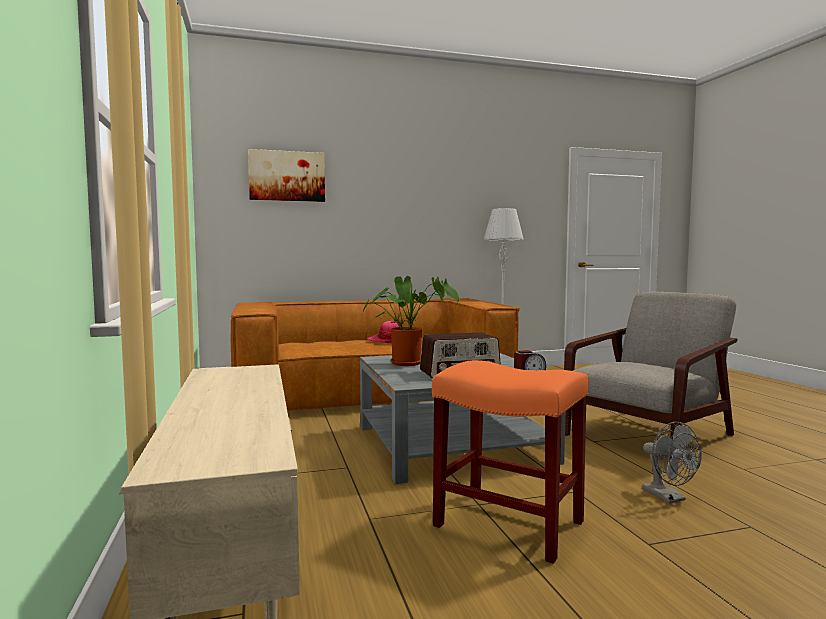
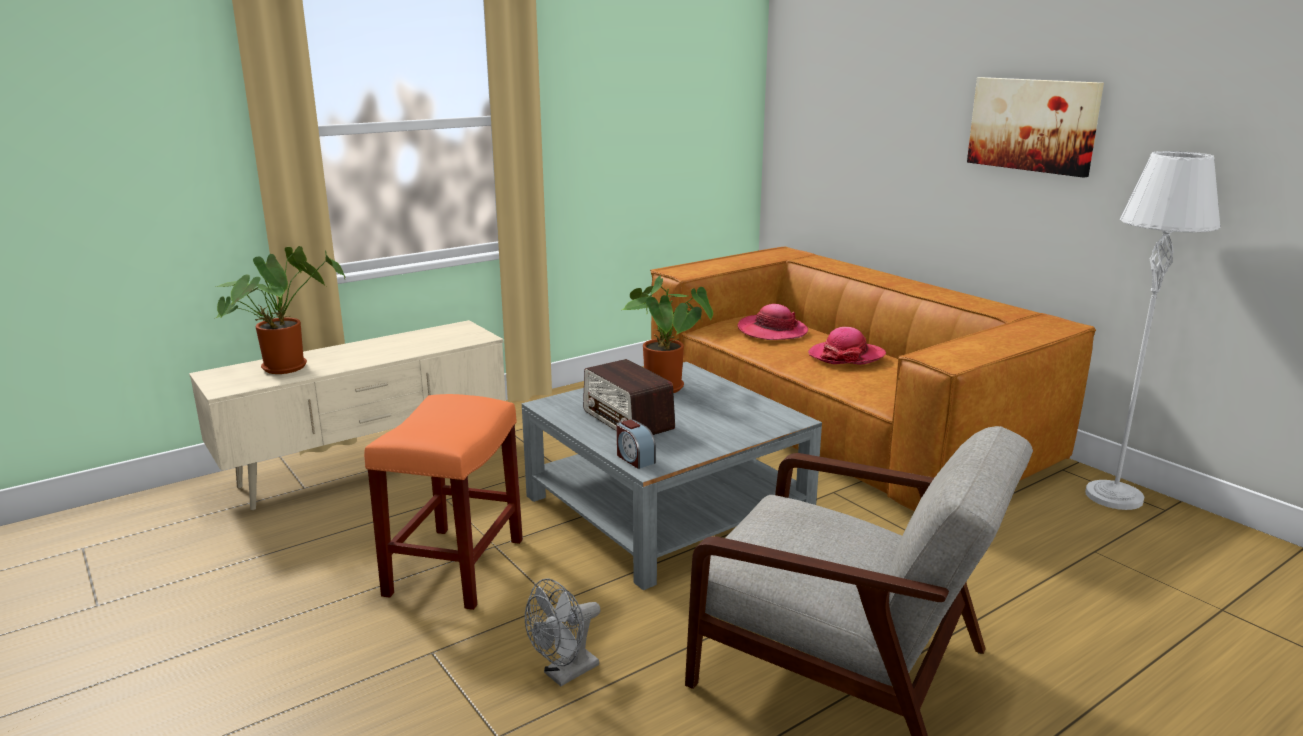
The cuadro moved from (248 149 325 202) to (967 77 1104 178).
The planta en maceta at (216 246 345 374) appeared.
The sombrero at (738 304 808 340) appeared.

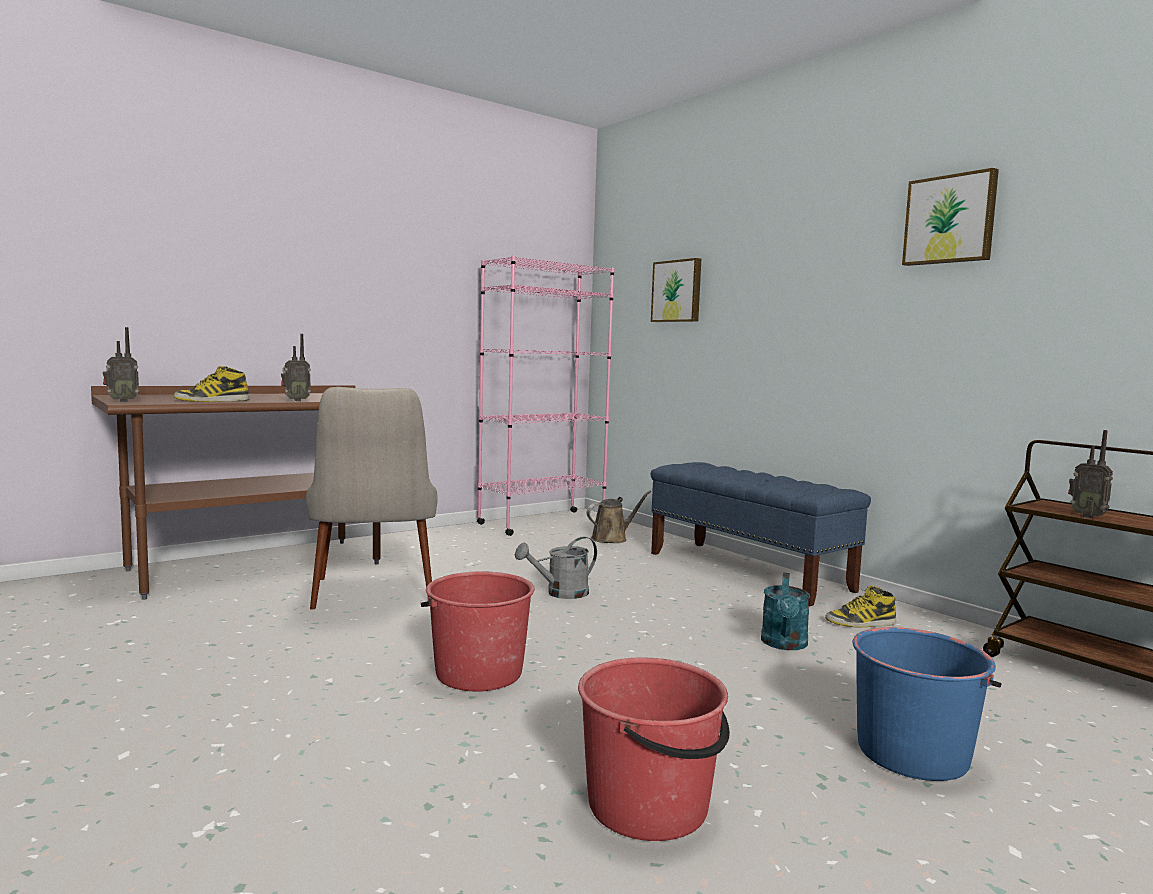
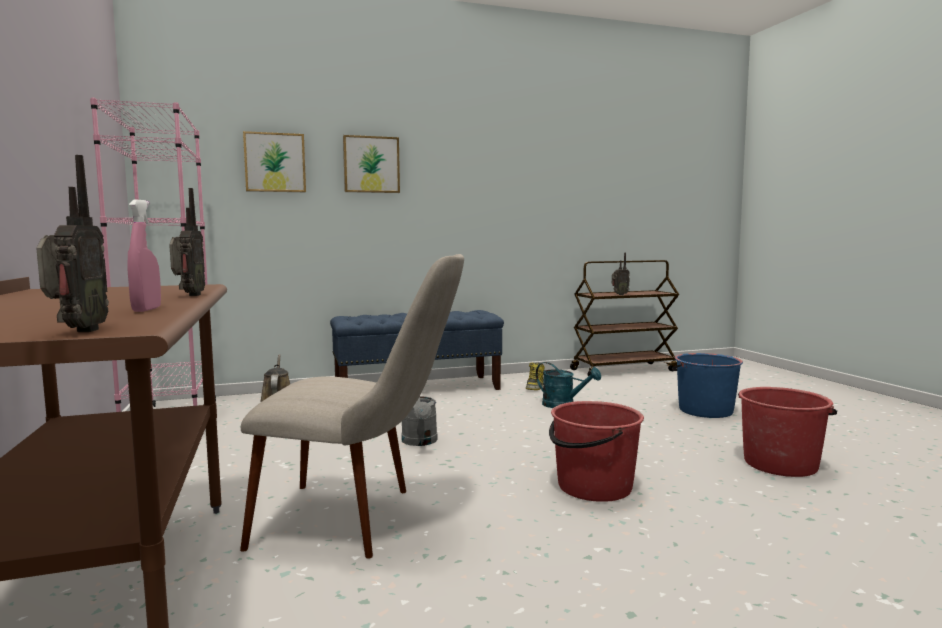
The cuadro moved from (902 168 999 266) to (343 135 400 193).
The bota at (174 366 250 402) was replaced by the pulverizador/rosa at (127 200 161 312).

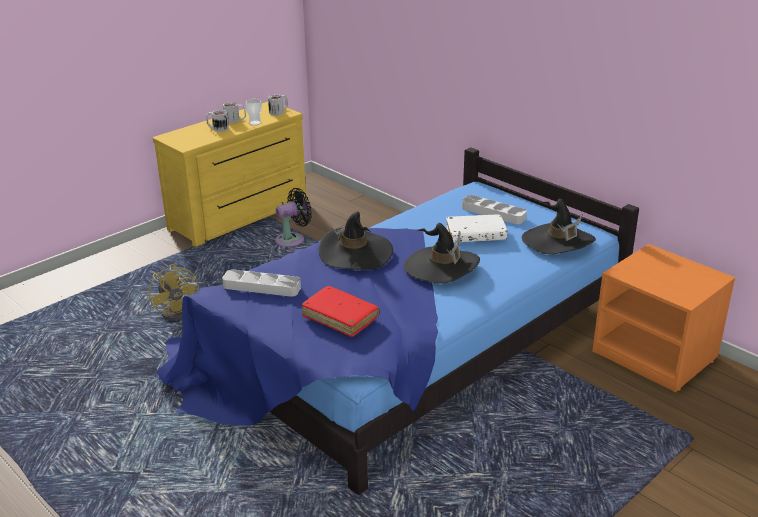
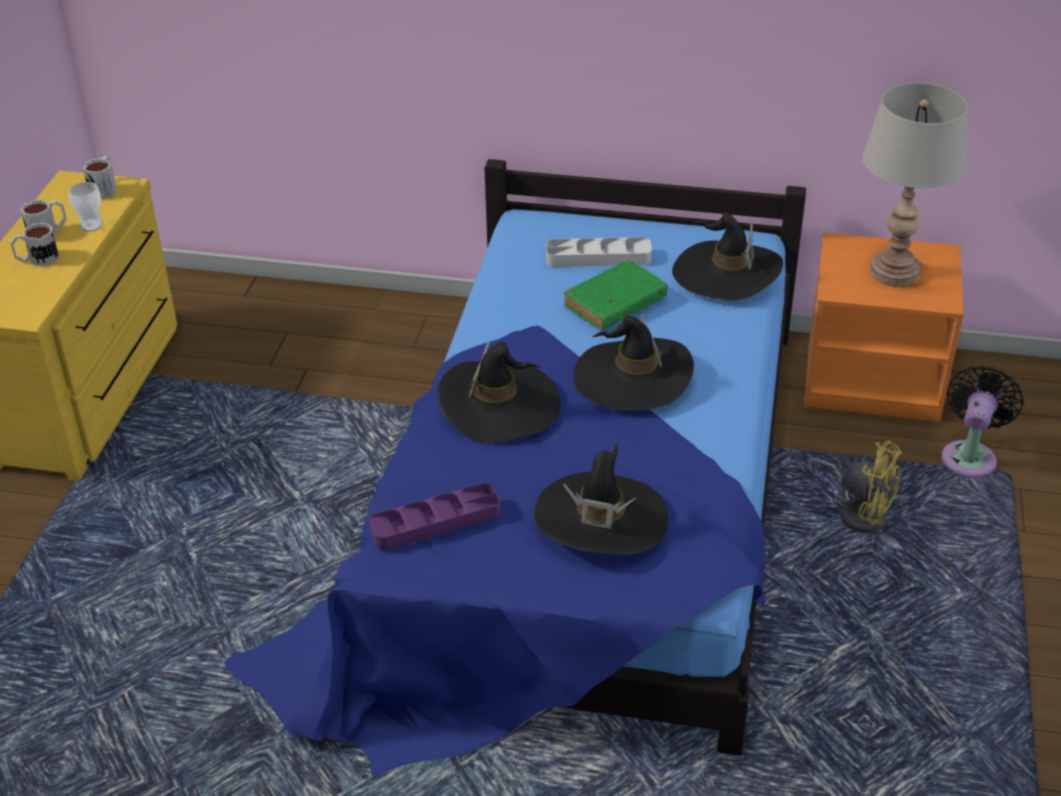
The ventilador/negro moved from (275 188 312 247) to (941 365 1024 477).
The libro/blanco at (446 214 507 243) became the libro/verde at (564 260 668 330).
The ventilador/amarillo moved from (148 264 199 321) to (807 440 902 533).
The bandeja/gris at (222 269 301 297) became the bandeja/morado at (369 483 500 550).
The libro/rojo at (302 286 379 337) was replaced by the sombrero/negro at (534 442 668 555).
The lámpara de mesa/gris at (863 83 968 287) appeared.

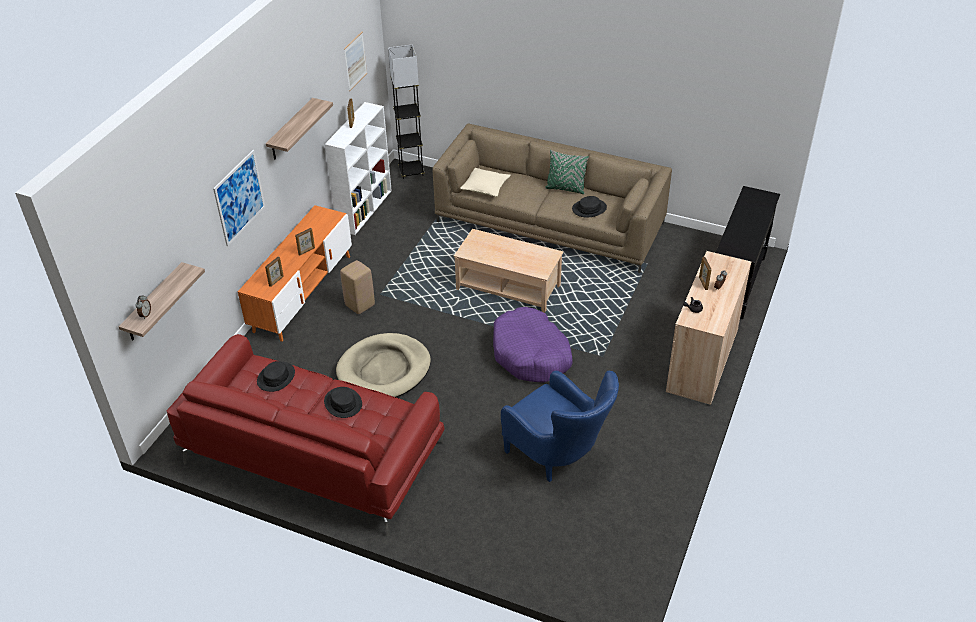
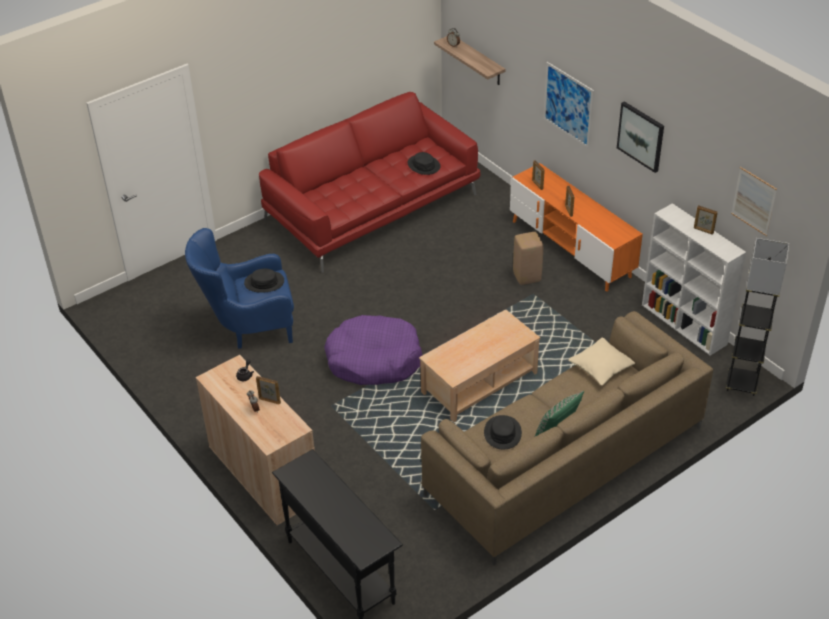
The estante at (266 98 333 160) was replaced by the cuadro at (617 101 664 173).
The cama para perro/beis at (336 333 431 397) disappeared.
The sombrero/negro moved from (324 387 362 418) to (244 269 284 293).

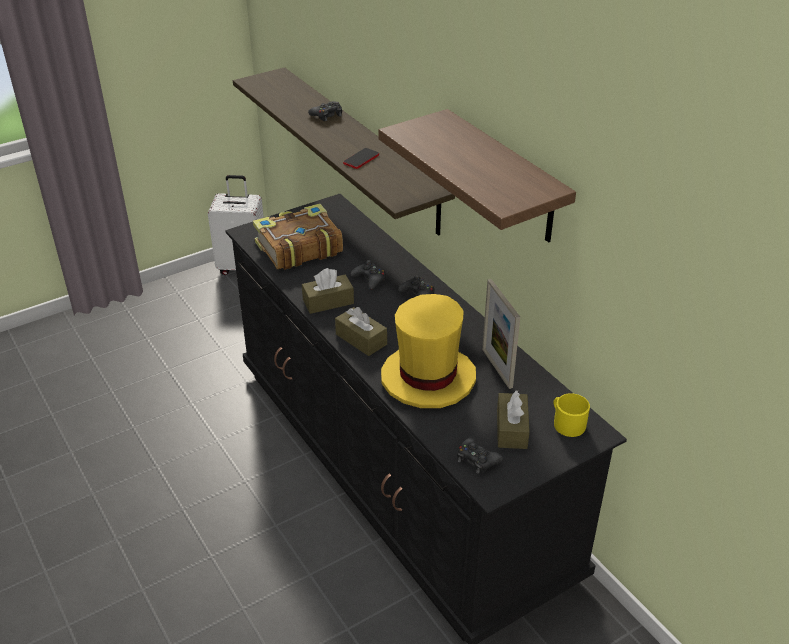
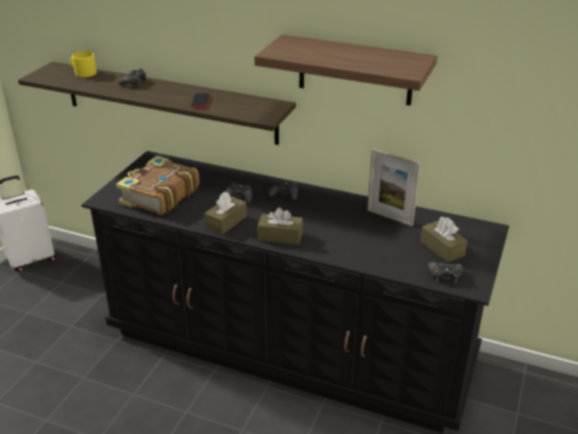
The sombrero/amarillo at (381 294 476 408) disappeared.
The taza grande/amarillo moved from (554 393 590 437) to (70 51 97 77).

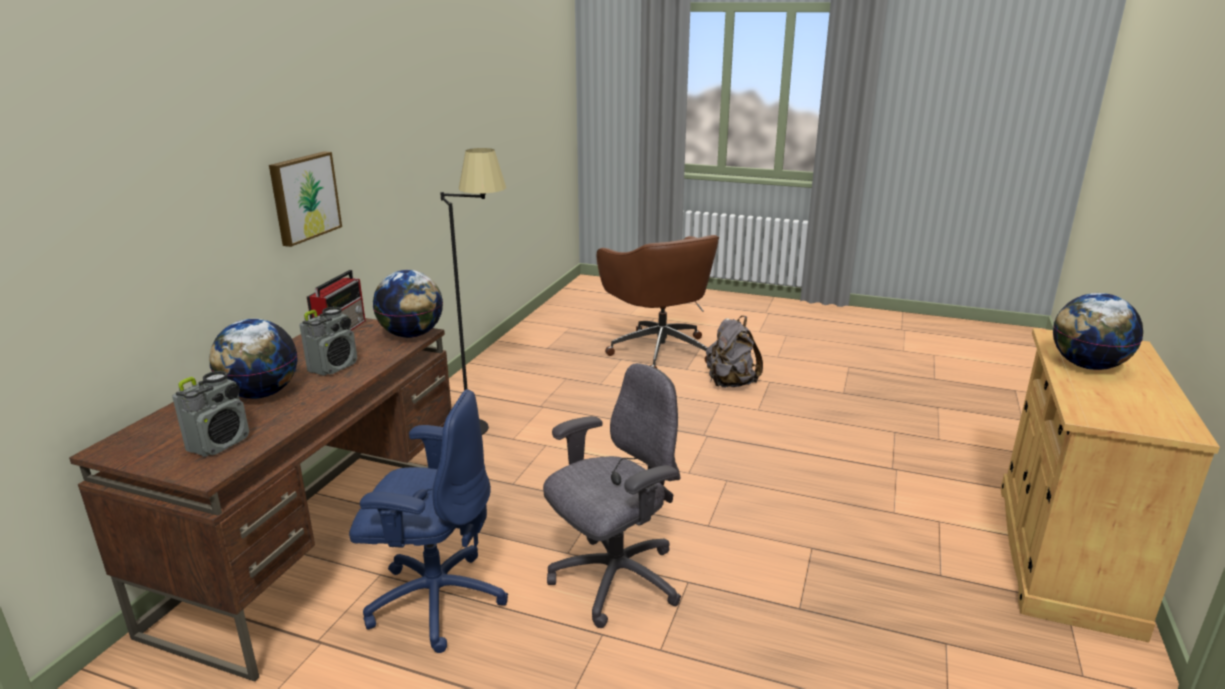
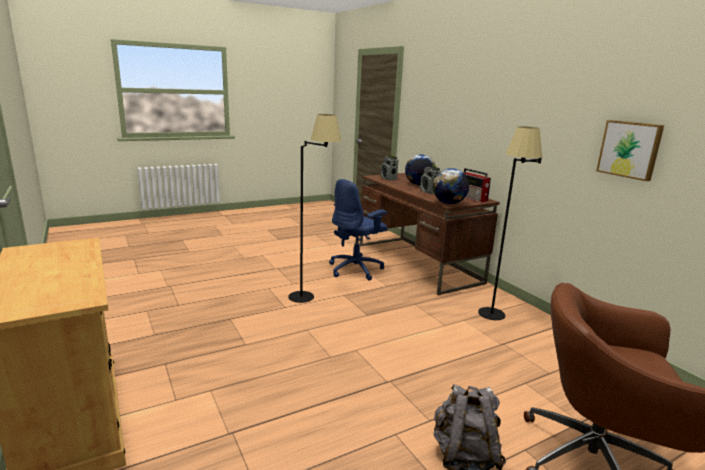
The cuadro moved from (269 151 342 247) to (596 120 664 181).
The globo terráqueo at (1053 293 1143 370) disappeared.
The silla de oficina/gris at (543 363 681 628) was replaced by the lámpara de pie/negro at (289 114 342 303).

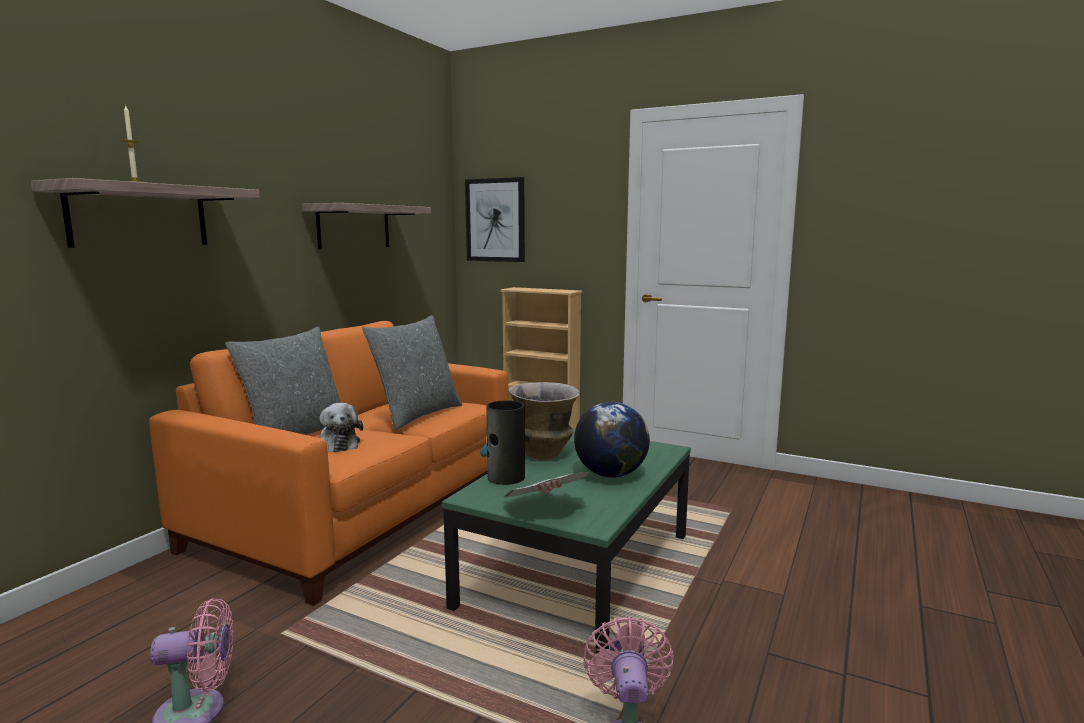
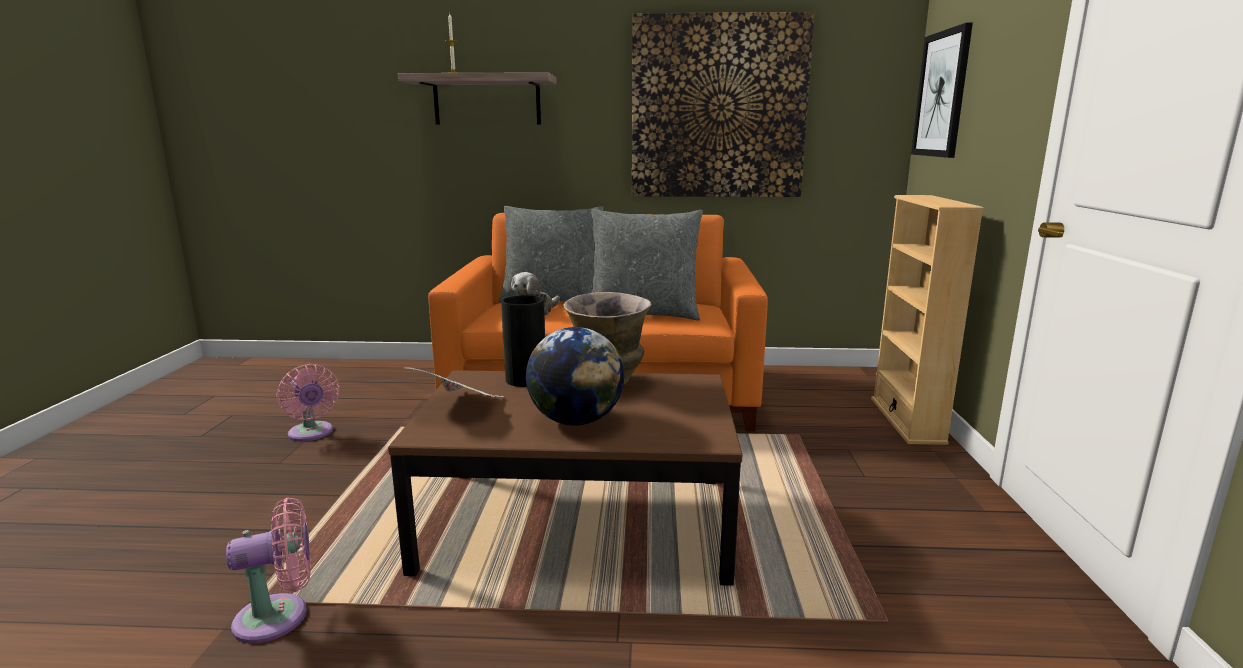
The estante at (302 203 431 249) was replaced by the cuadro at (632 12 815 197).
The mesa de centro/verde at (442 429 691 654) became the mesa de centro/marrón at (388 370 743 586).

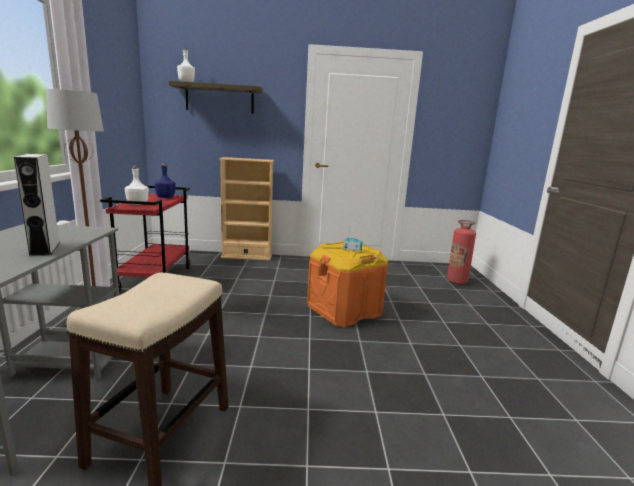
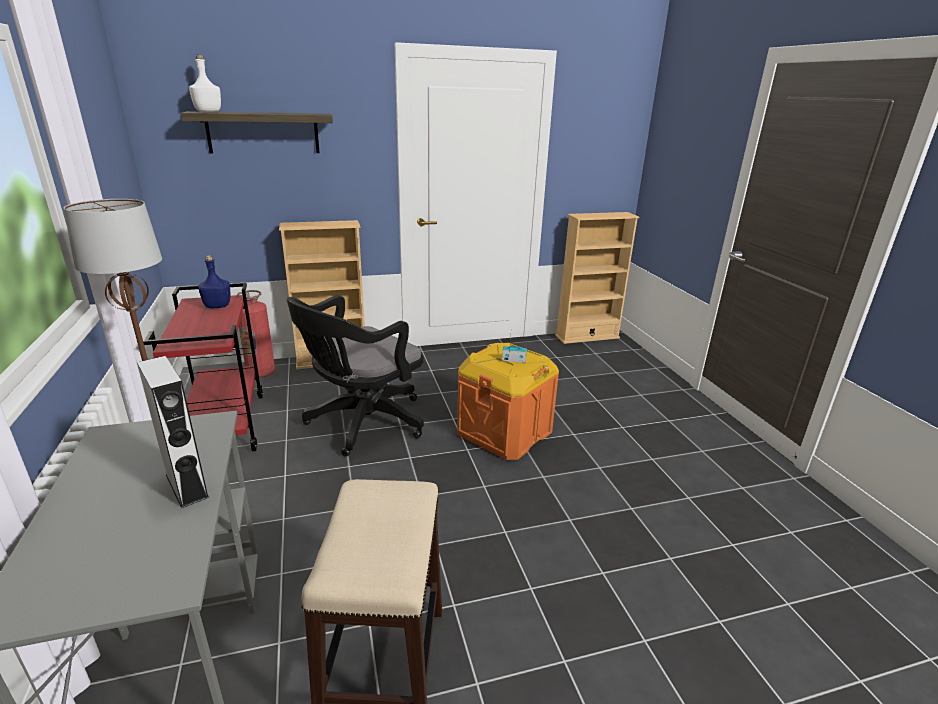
The botella/blanco at (125 166 149 205) disappeared.
The extintor moved from (447 220 476 285) to (237 290 275 378).
The estantería/beis at (555 212 639 344) appeared.
The silla de oficina/negro at (286 295 424 457) appeared.

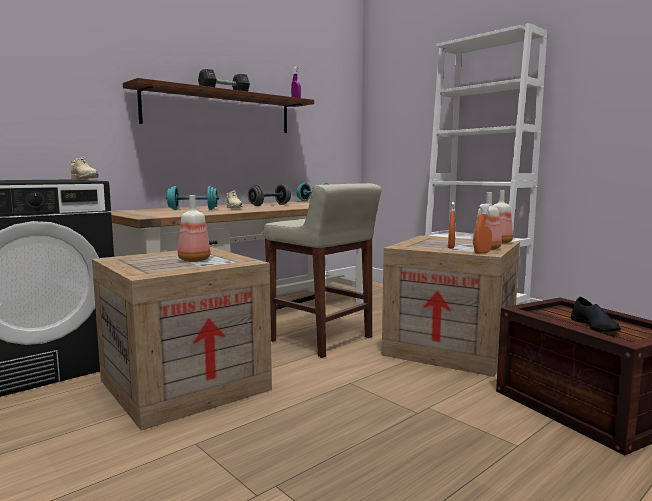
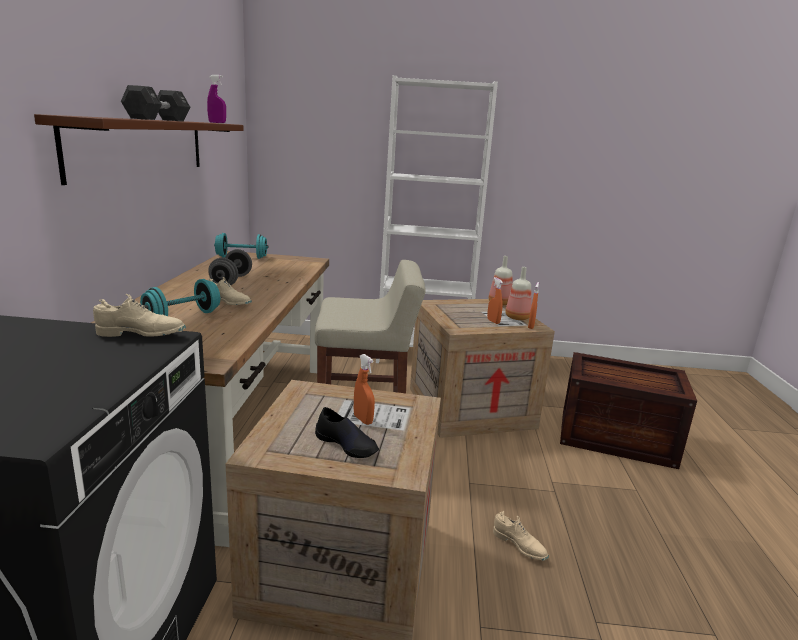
The botella at (178 195 211 262) was replaced by the pulverizador/naranja at (354 354 375 425).
The zapato/negro moved from (571 297 621 332) to (315 407 379 458).
The zapato/beis at (493 511 549 561) appeared.

